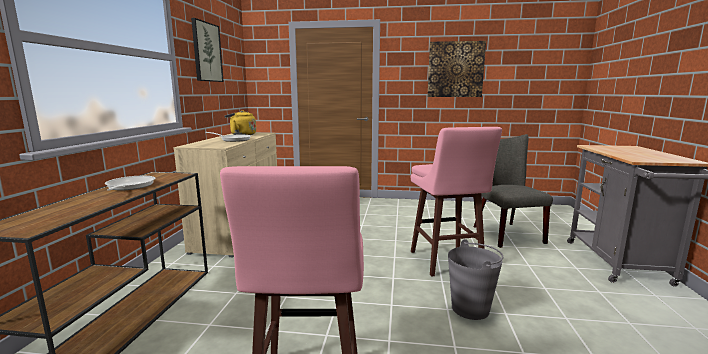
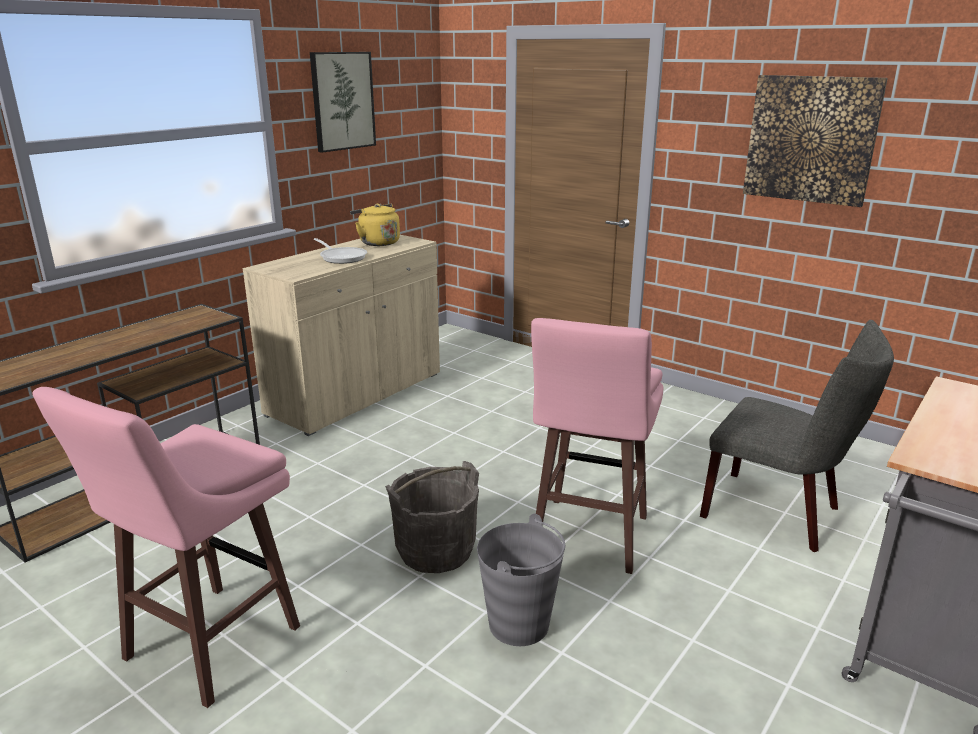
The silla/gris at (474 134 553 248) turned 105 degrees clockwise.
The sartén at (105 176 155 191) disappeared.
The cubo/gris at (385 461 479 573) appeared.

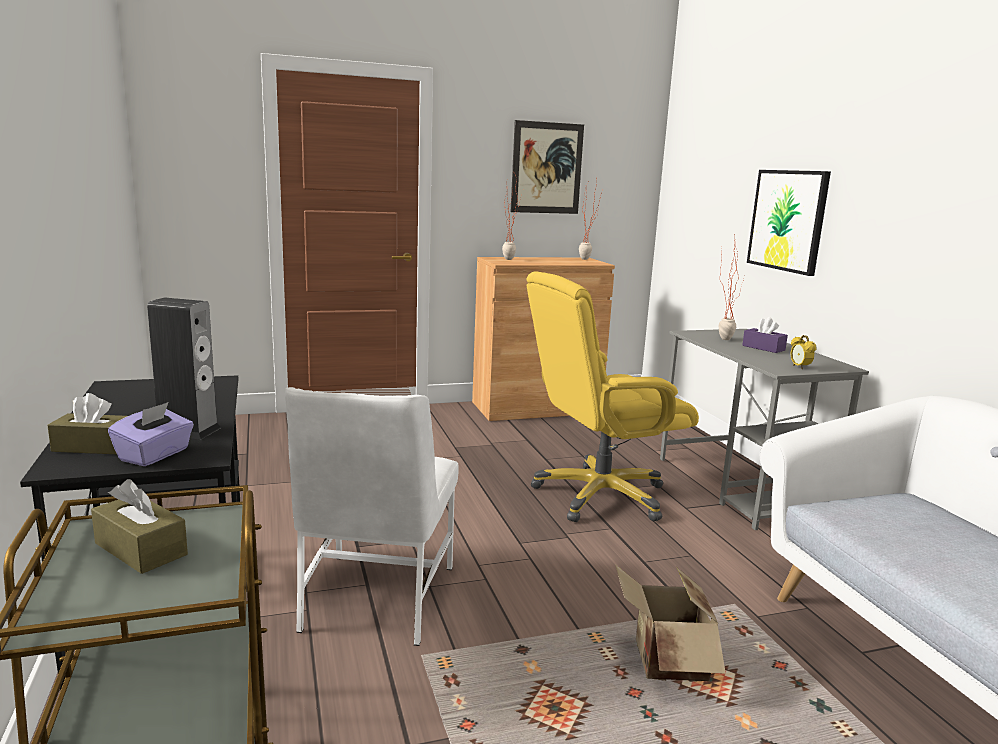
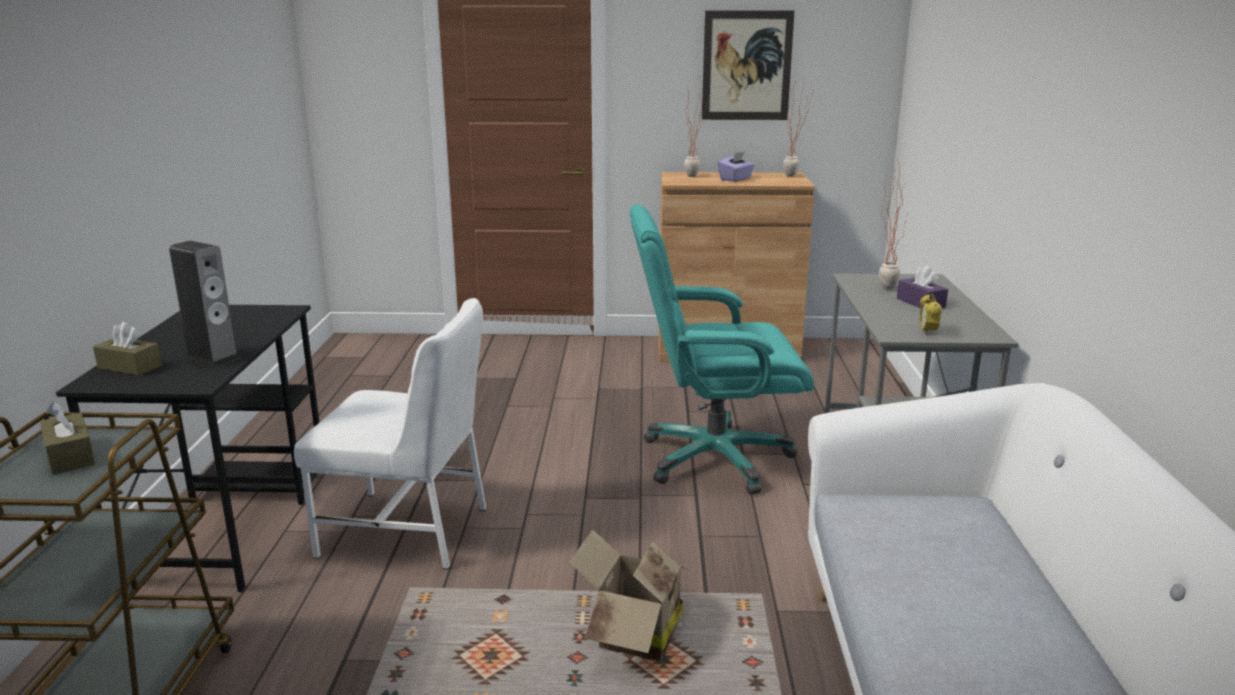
The cuadro at (747 170 831 276) disappeared.
The silla de oficina/amarillo at (526 271 699 522) became the silla de oficina/turquesa at (630 204 814 494).
The silla/blanco at (285 387 459 646) turned 105 degrees counterclockwise.
The caja de pañuelos/morado moved from (108 402 194 466) to (718 152 755 182).

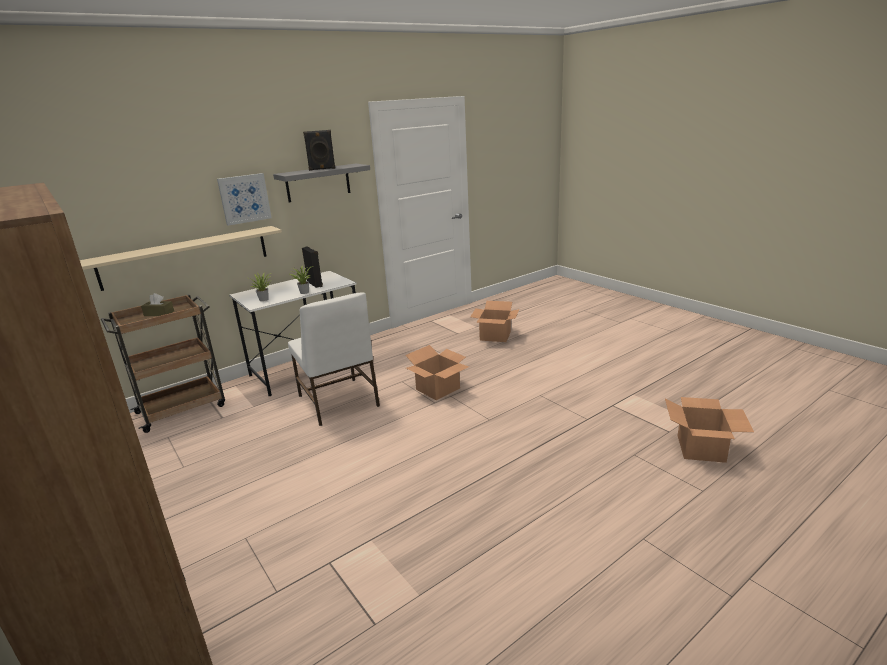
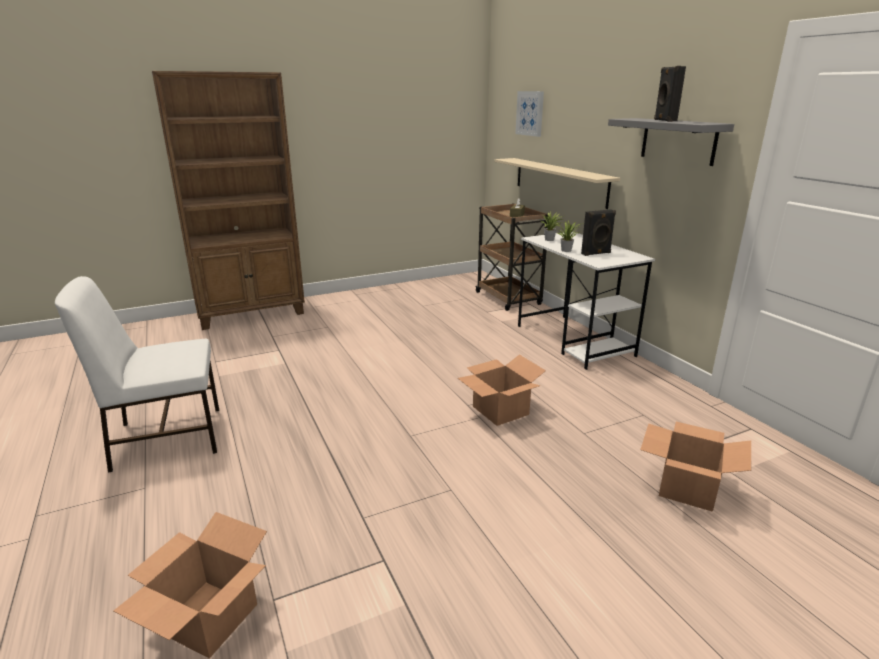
The cuadro moved from (217 173 272 226) to (515 91 544 137).
The silla/blanco moved from (288 292 380 426) to (55 276 219 473).

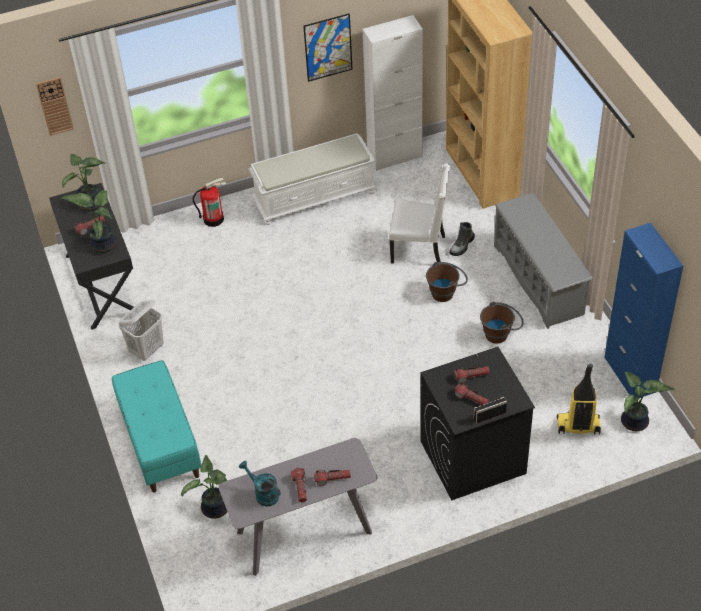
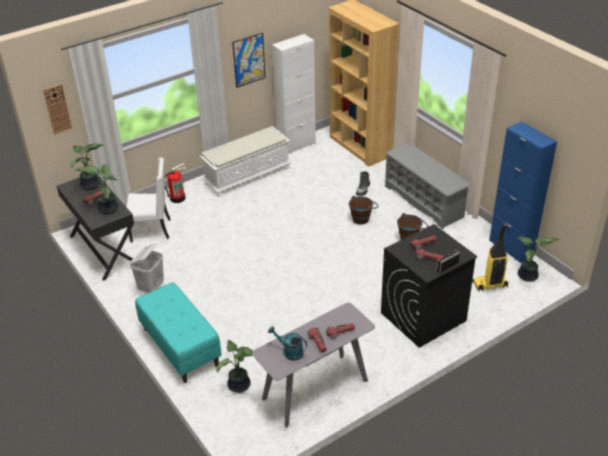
The silla/blanco moved from (389 163 450 264) to (126 158 170 242).

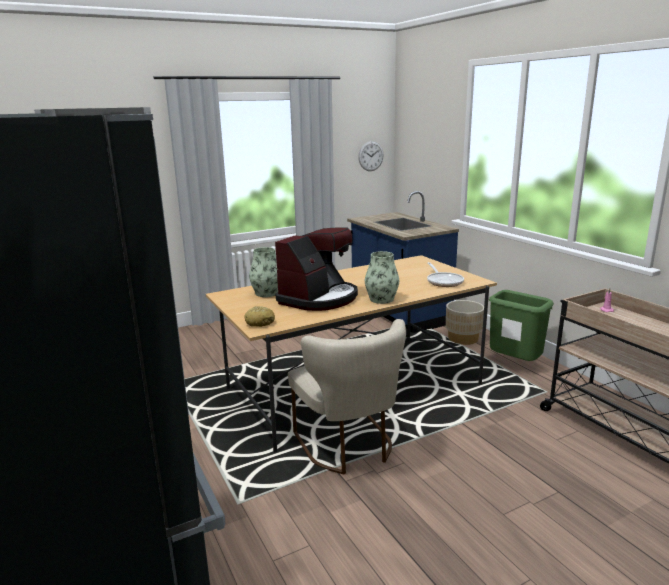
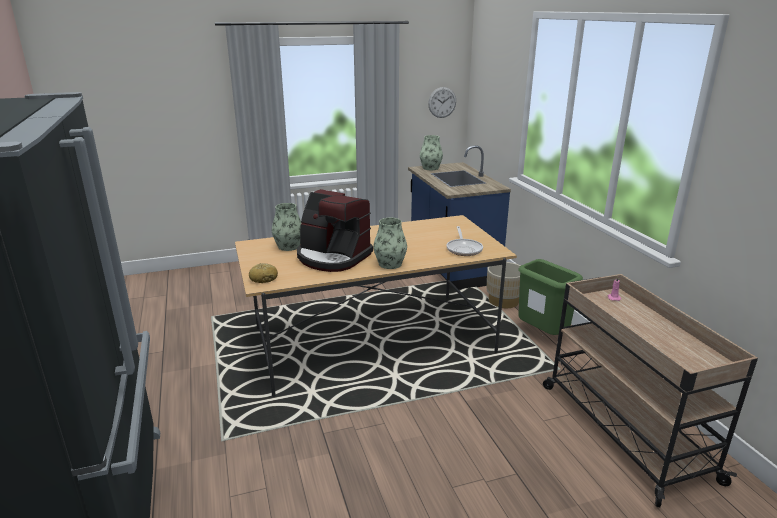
The cafetera at (275 227 358 311) turned 75 degrees clockwise.
The silla/beis at (288 319 406 475) disappeared.
The florero at (420 135 443 170) appeared.

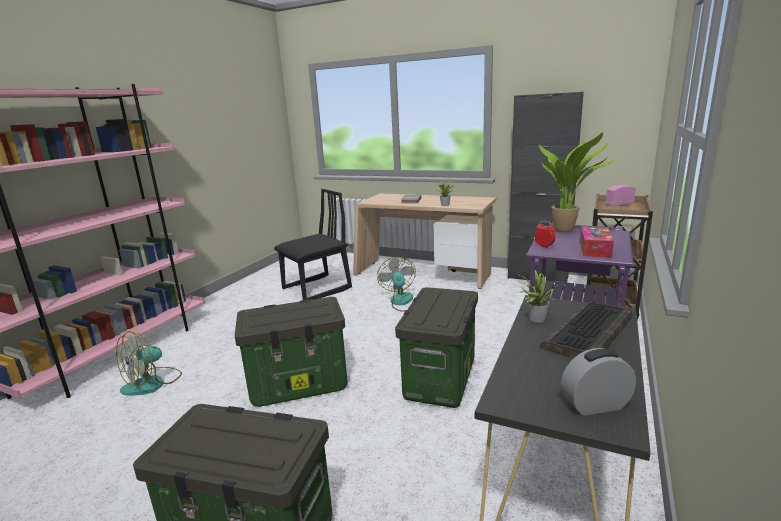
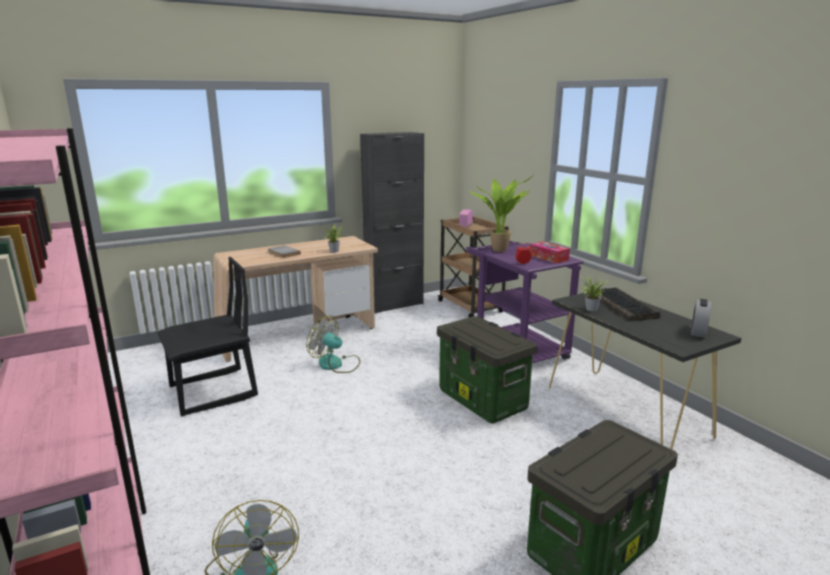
The silla/negro at (274 189 352 300) turned 60 degrees clockwise.
The caja de almacenaje at (235 297 348 407) disappeared.

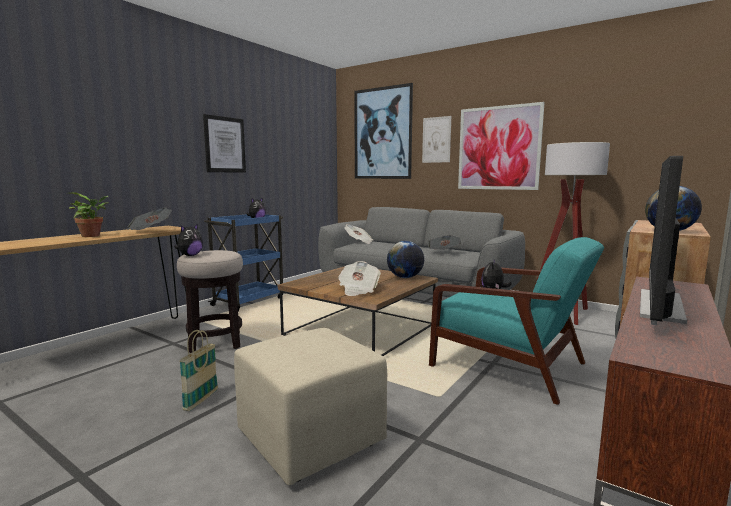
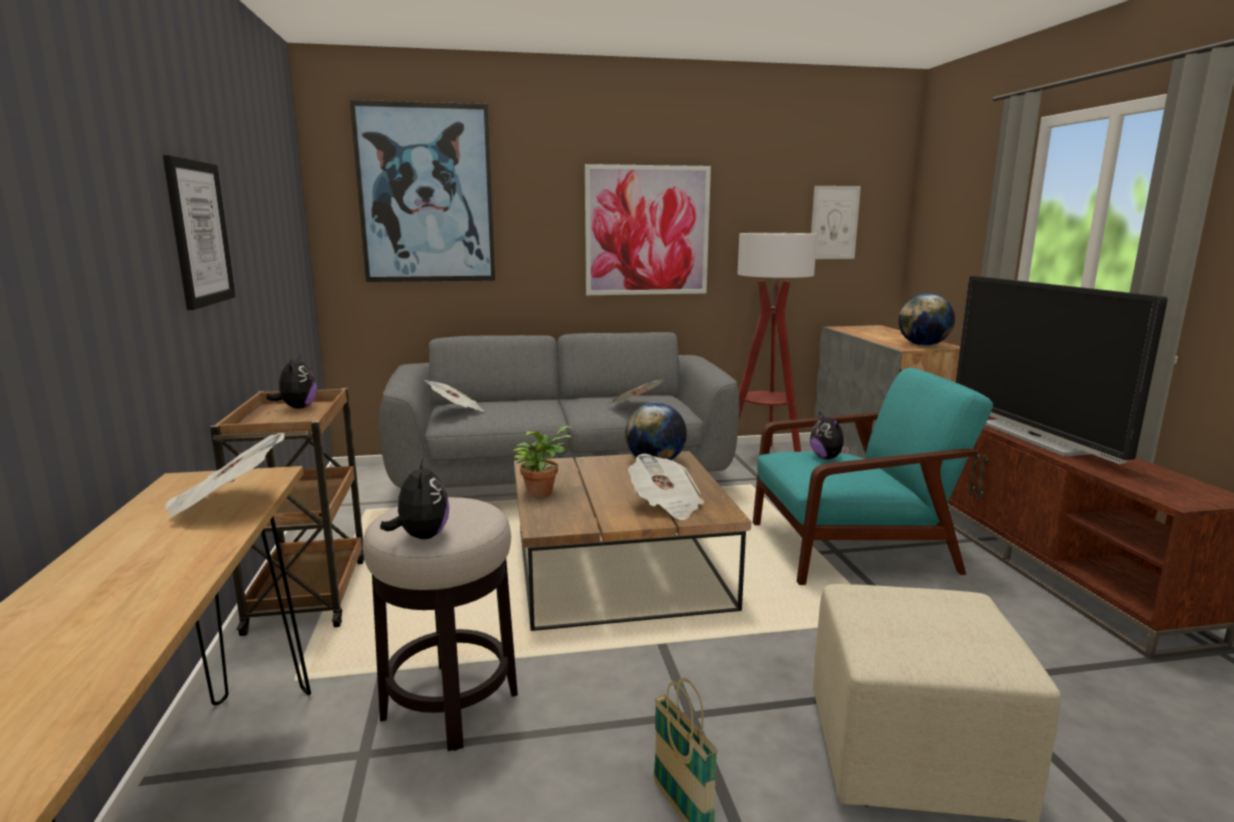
The cuadro moved from (422 116 451 163) to (811 186 861 259).
The planta en maceta moved from (67 193 109 237) to (514 426 572 498).
The carrito/azul at (204 215 283 312) became the carrito/marrón at (210 388 364 636).

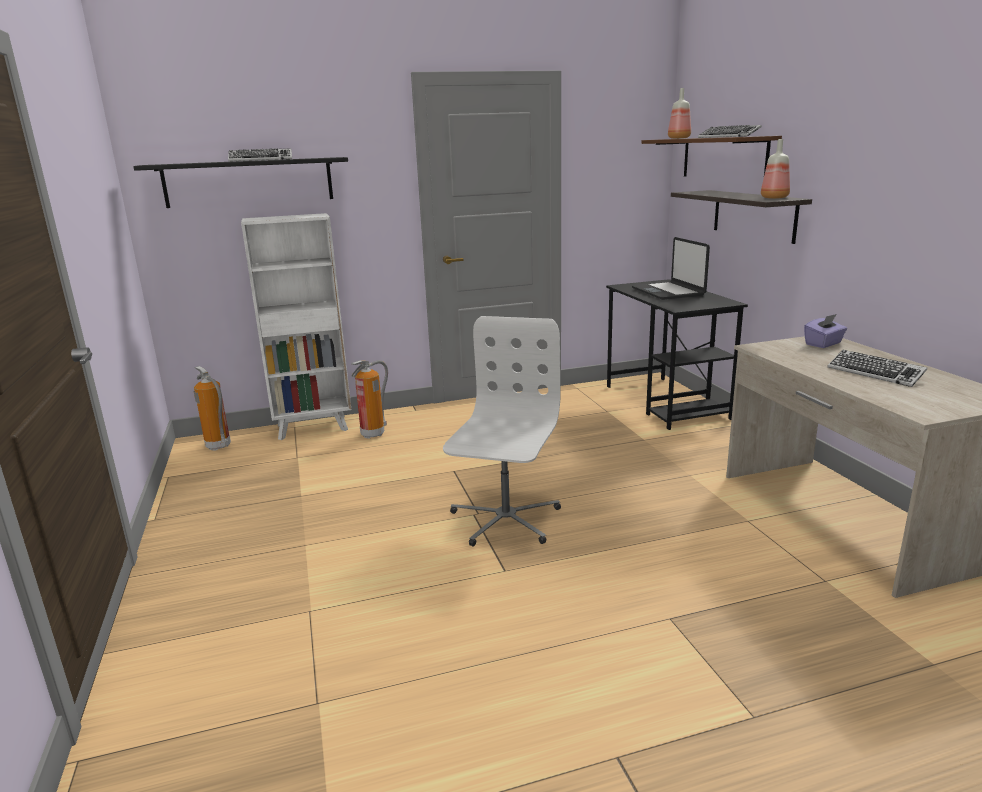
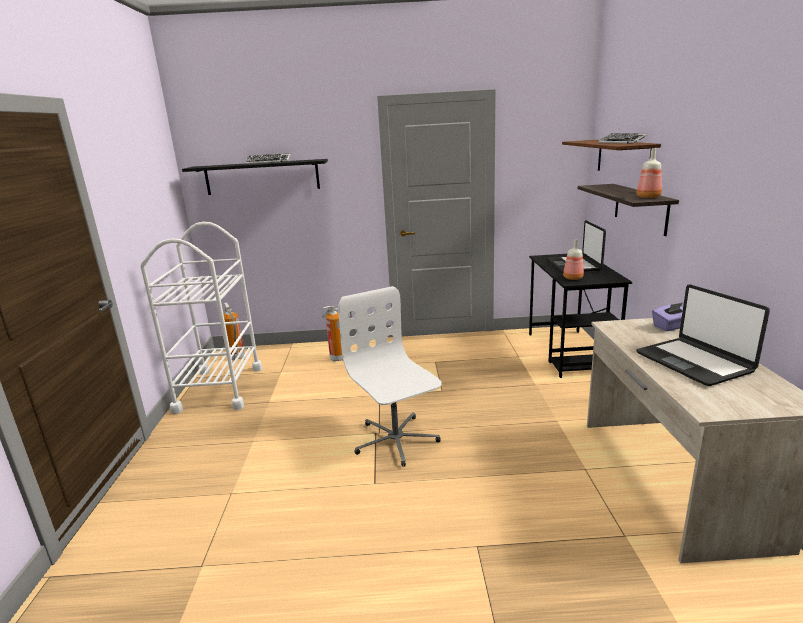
The botella moved from (668 88 691 139) to (563 239 584 280).
The estantería/blanco at (241 213 351 440) disappeared.
The silla de oficina/blanco at (443 316 561 546) turned 60 degrees counterclockwise.
The teclado at (828 350 927 387) was replaced by the portátil at (636 284 770 386).
The carrito/blanco at (140 222 263 414) appeared.

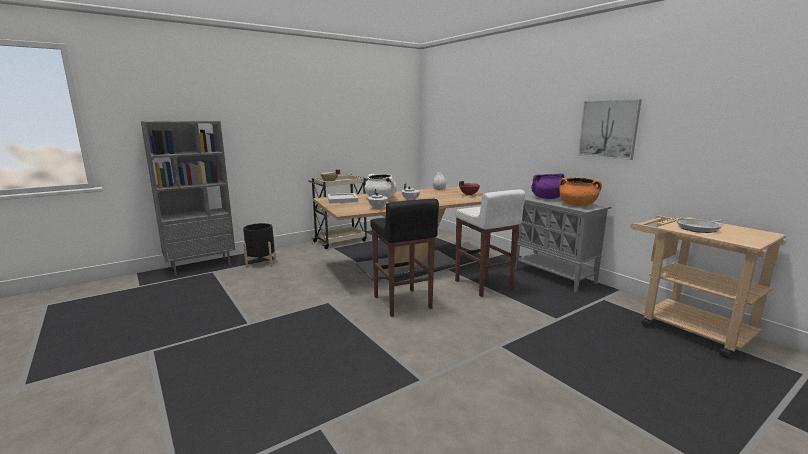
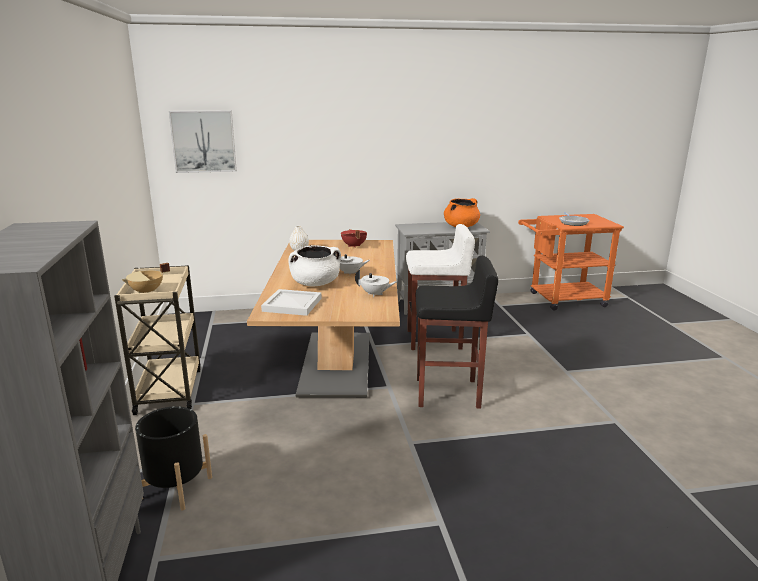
The cuadro moved from (578 99 641 160) to (169 111 237 173).
The olla/morado at (531 173 565 199) disappeared.
The carrito/beis at (630 216 786 358) became the carrito/naranja at (518 214 624 311).

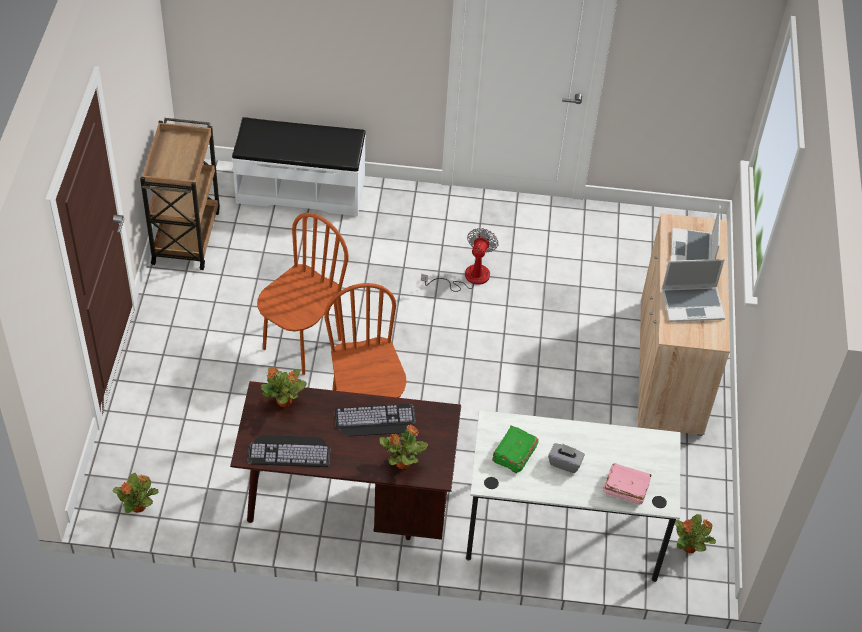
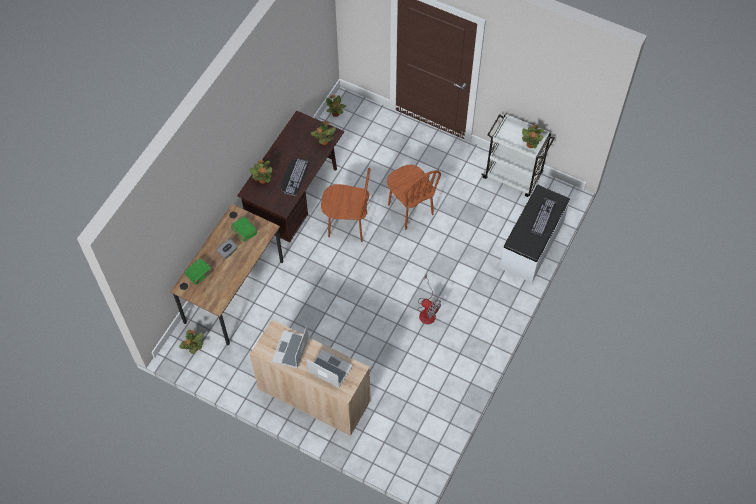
The carrito/marrón at (140 118 220 270) became the carrito/blanco at (481 113 555 197).
The escritorio/blanco at (466 410 681 582) became the escritorio/marrón at (170 204 283 345).
The teclado moved from (247 435 330 467) to (531 198 560 236).
The libro/rosa at (603 463 652 505) became the libro/verde at (184 258 213 285).
The planta en maceta at (522 125 544 149) appeared.

